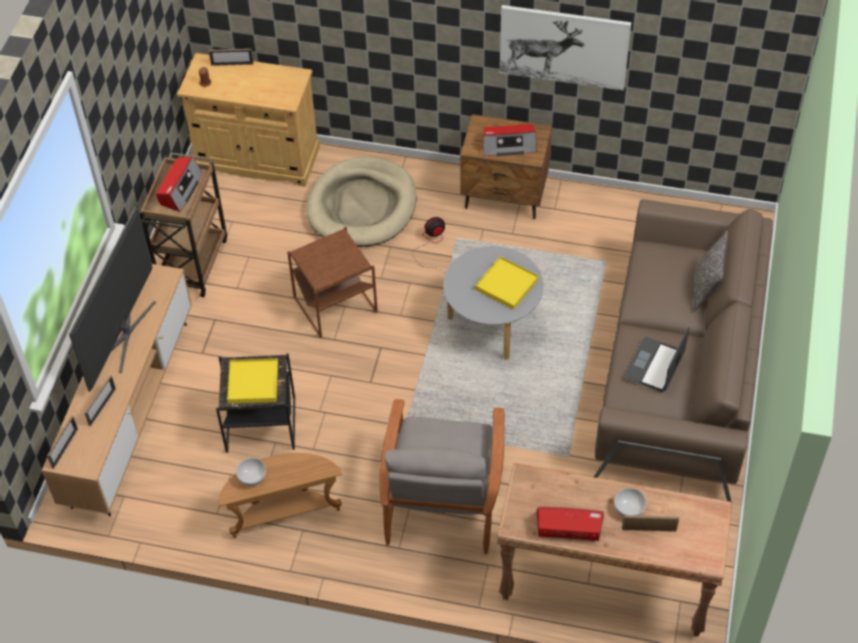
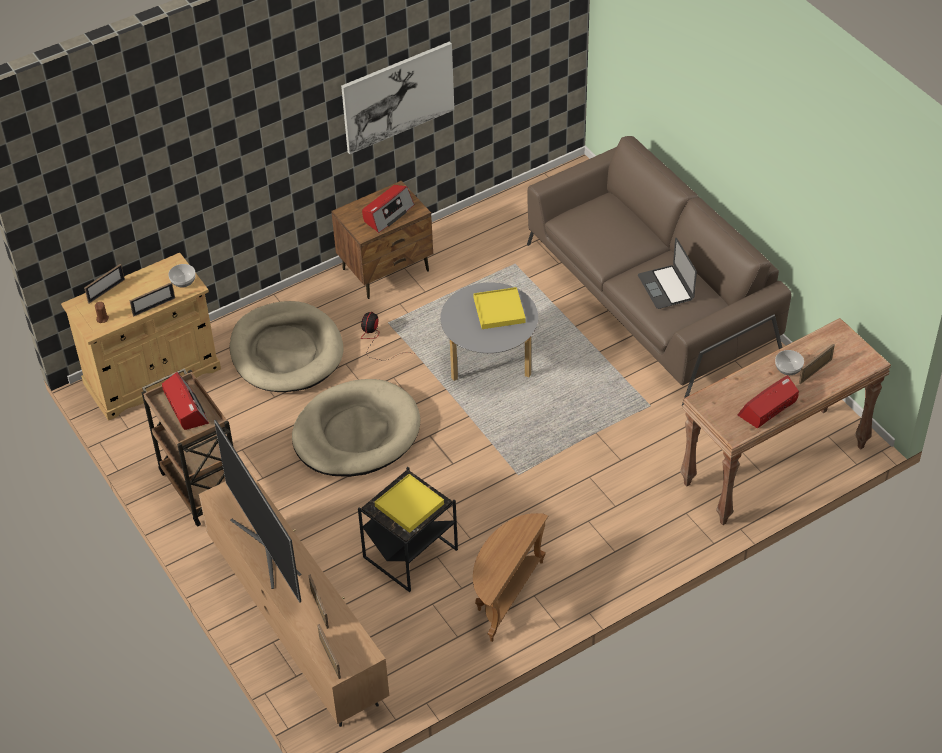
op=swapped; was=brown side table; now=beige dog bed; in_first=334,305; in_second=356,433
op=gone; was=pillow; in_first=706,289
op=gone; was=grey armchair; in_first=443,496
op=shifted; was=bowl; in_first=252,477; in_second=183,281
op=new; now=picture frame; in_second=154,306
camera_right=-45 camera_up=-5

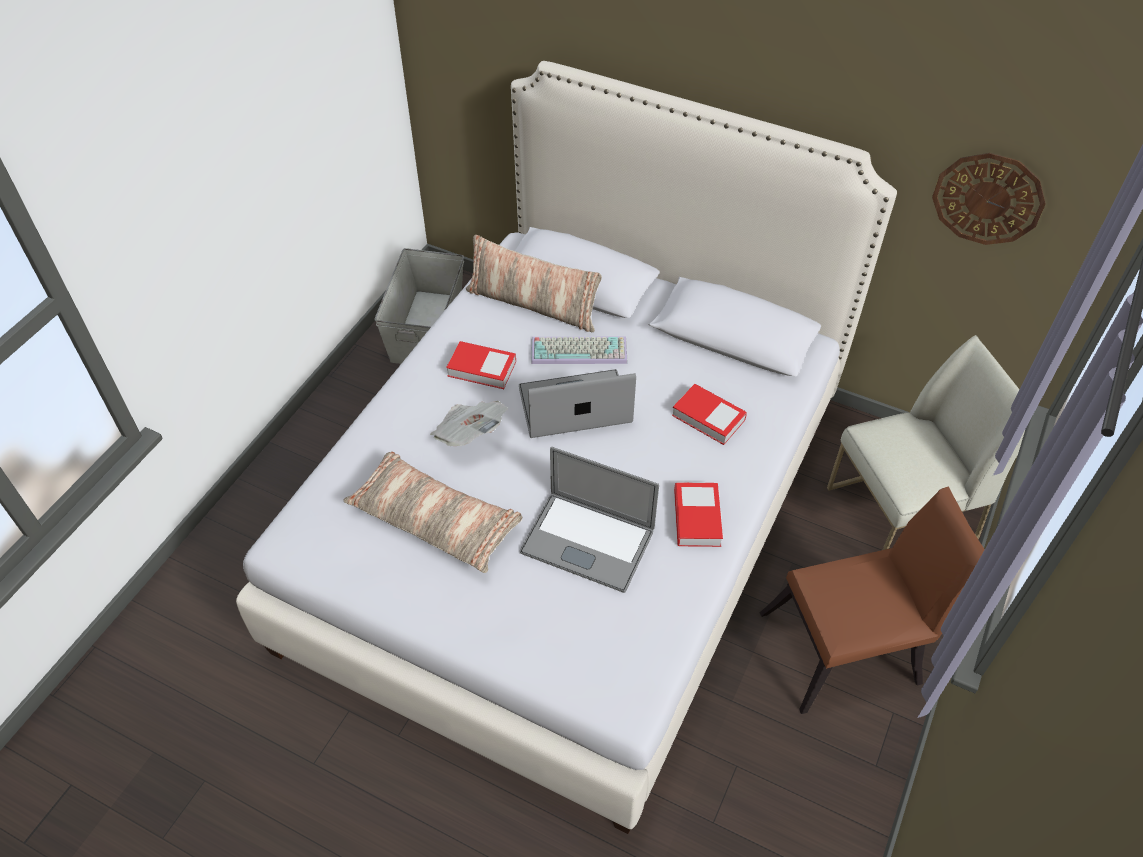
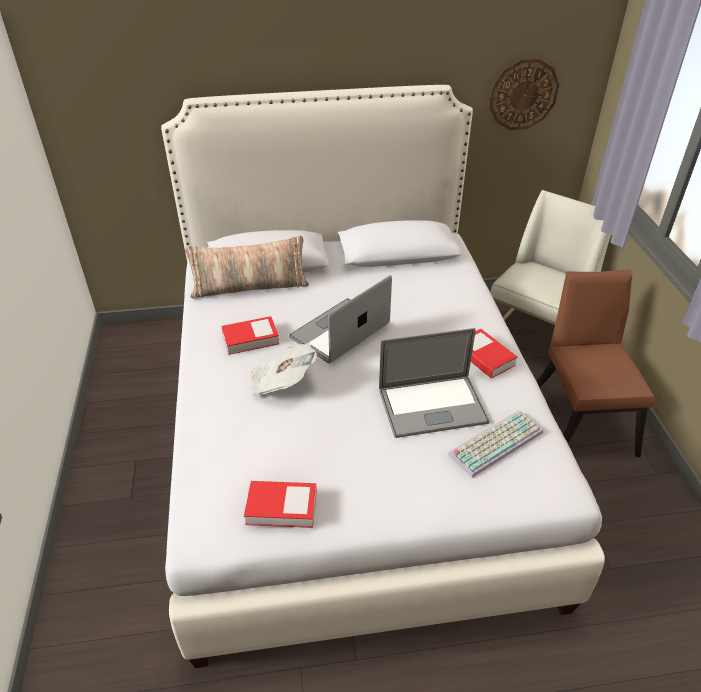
op=gone; was=grey storage box; in_first=427,328
op=shifted; was=keyboard; in_first=580,350; in_second=495,441
op=shifted; was=book; in_first=708,418; in_second=281,508
op=gone; was=pillow; in_first=435,520
op=rotated; was=brown chair; in_first=850,647; in_second=580,417; clockwise=-45
camera_right=-35 camera_up=-10

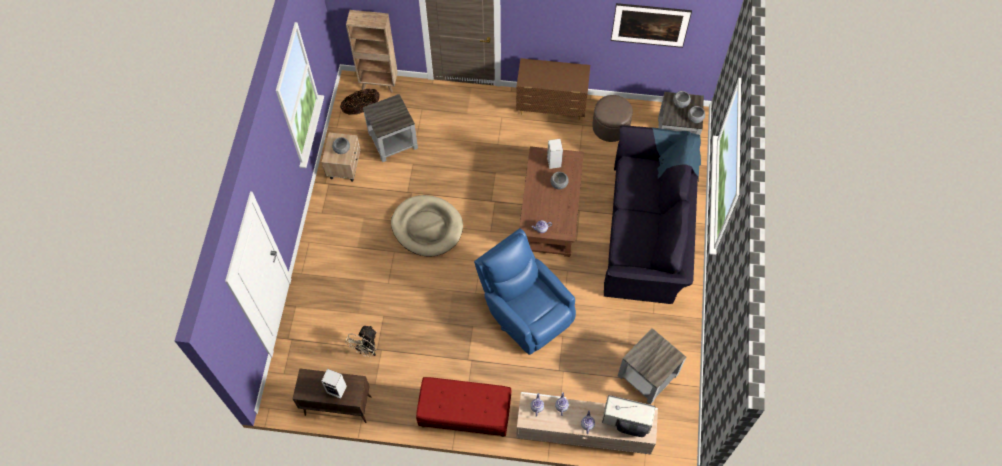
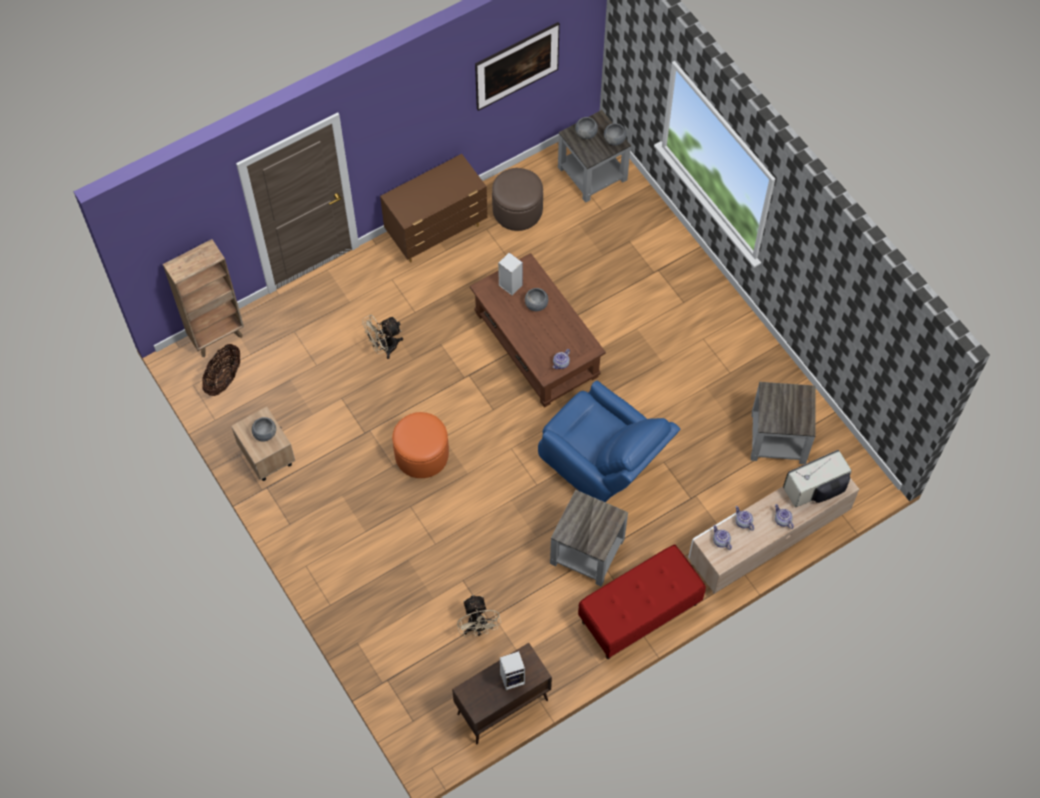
op=shifted; was=grey side table; in_first=392,141; in_second=587,552
op=gone; was=black sofa; in_first=649,228
op=swapped; was=beige dog bed; now=orange ottoman; in_first=427,227; in_second=422,454
op=rotated; was=blue armchair; in_first=525,310; in_second=603,463; clockwise=-150
op=new; now=beige fan; in_second=384,347
camera_right=-40 camera_up=0

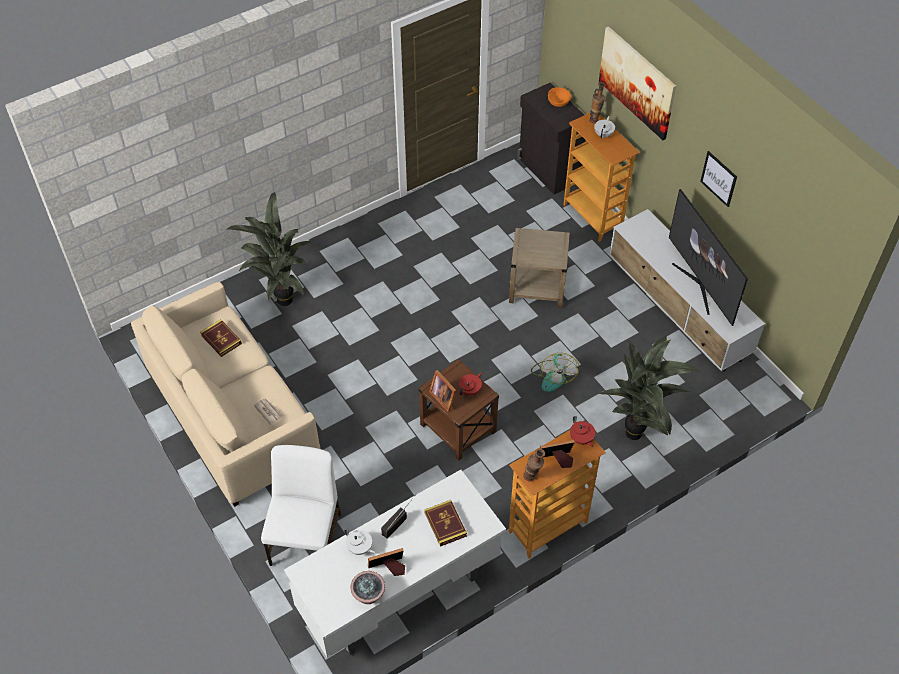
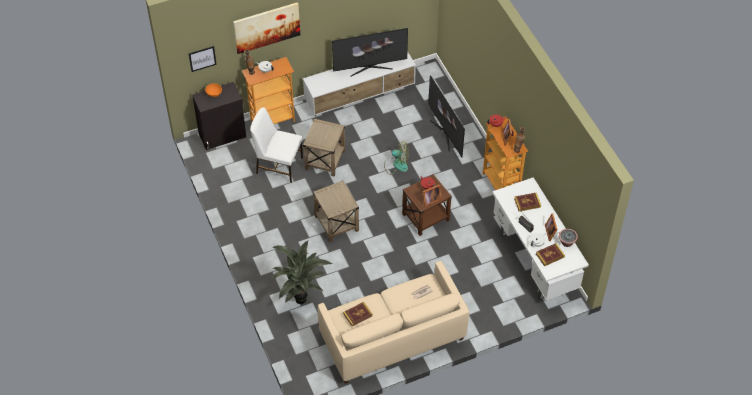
op=shifted; was=picture; in_first=718,178; in_second=202,58
op=swapped; was=potted plant; now=television; in_first=637,433; in_second=445,133
op=shifted; was=white chair; in_first=307,538; in_second=278,165
op=new; now=beige side table; in_second=336,223
op=new; now=book; in_second=550,255
camera_right=-80 camera_up=0

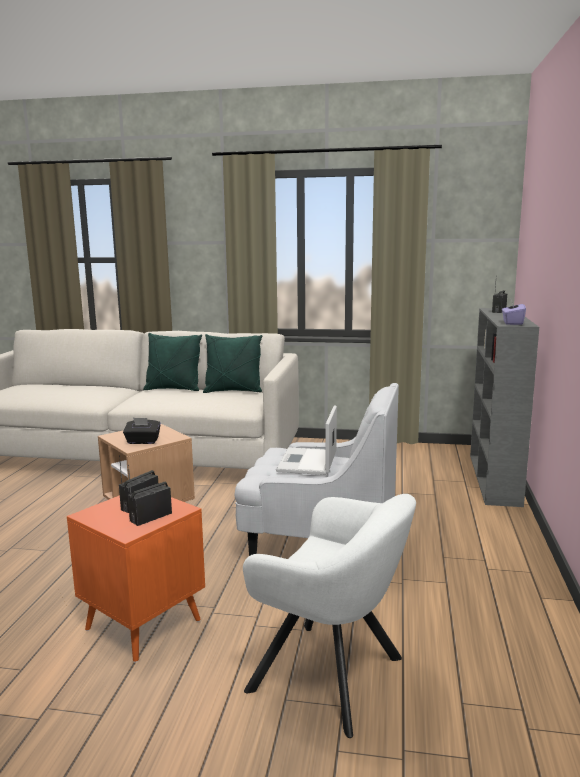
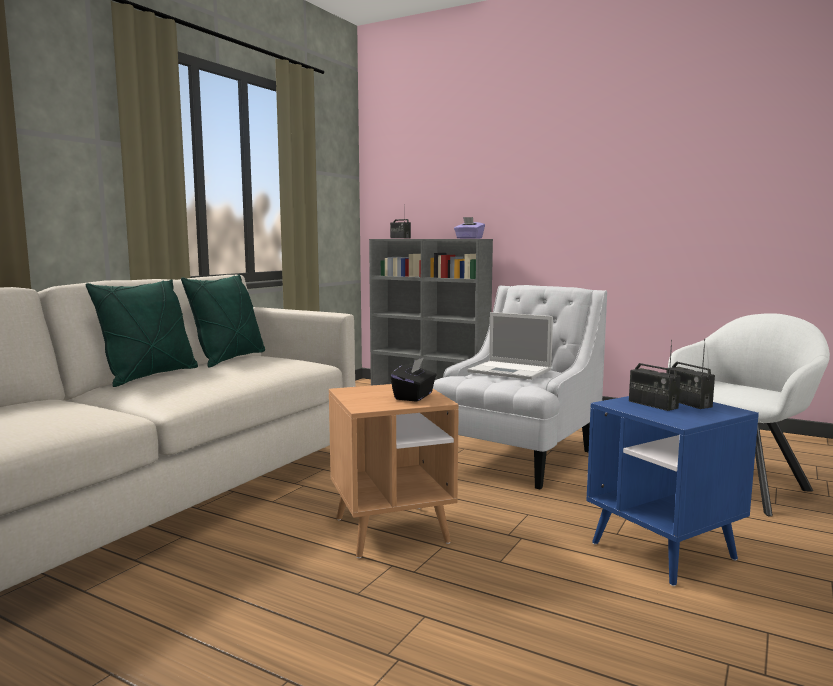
op=repainted; was=orange side table; now=blue side table; in_first=143,625; in_second=663,551
camera_right=-70 camera_up=-5

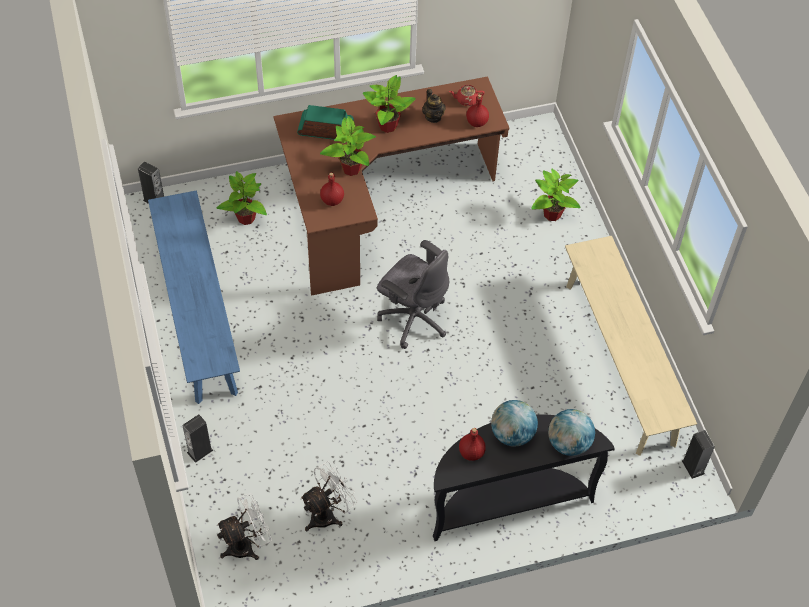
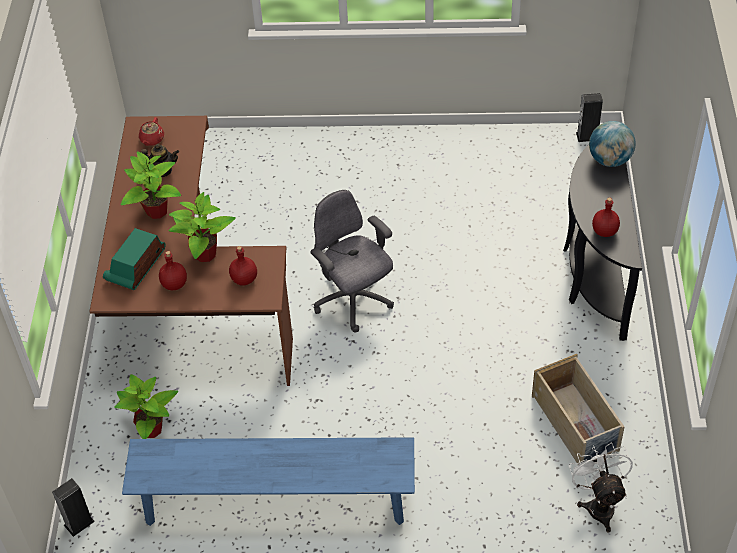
op=shifted; was=red bottle; in_first=477,123; in_second=175,284
op=gone; was=potted plant; in_first=551,214
op=gone; was=beige bench; in_first=619,362
op=rotated; was=grey office chair; in_first=413,318; in_second=353,301; clockwise=-90
op=gone; was=globe; in_first=512,434
op=gone; was=speaker; in_first=200,451
op=swapped; was=white fan; now=beige storage box; in_first=327,514; in_second=576,423
camera_right=-70 camera_up=-5

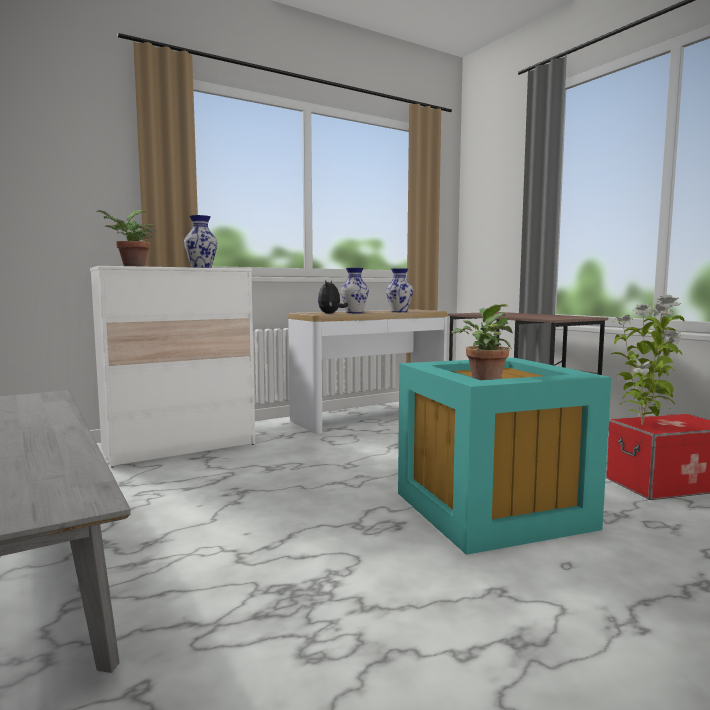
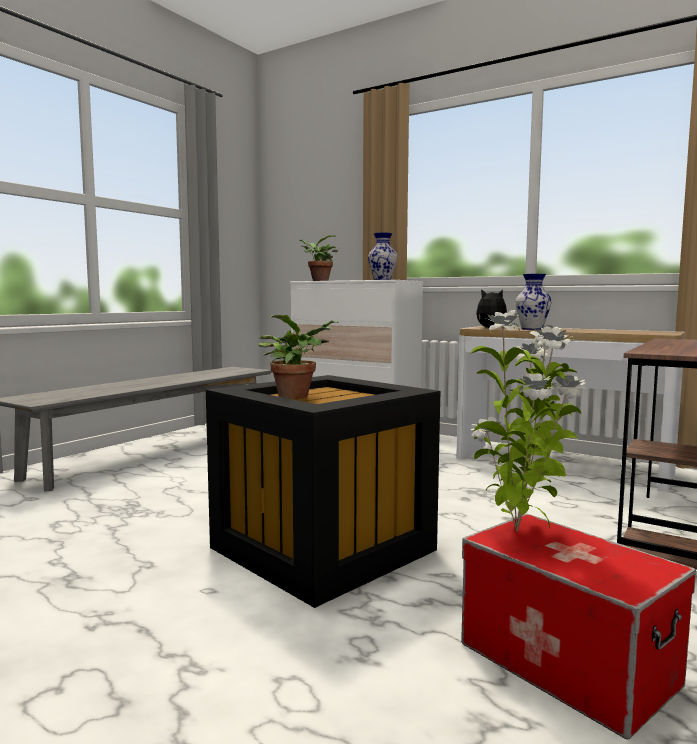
op=gone; was=vase; in_first=399,312
op=repainted; was=turquoise storage box; now=black storage box; in_first=492,509; in_second=326,549
camera_right=65 camera_up=0

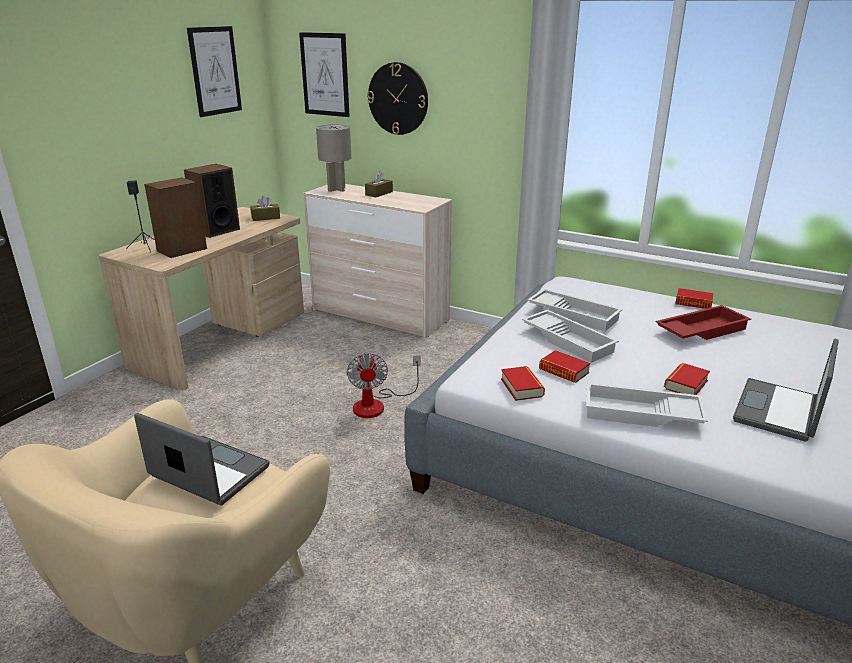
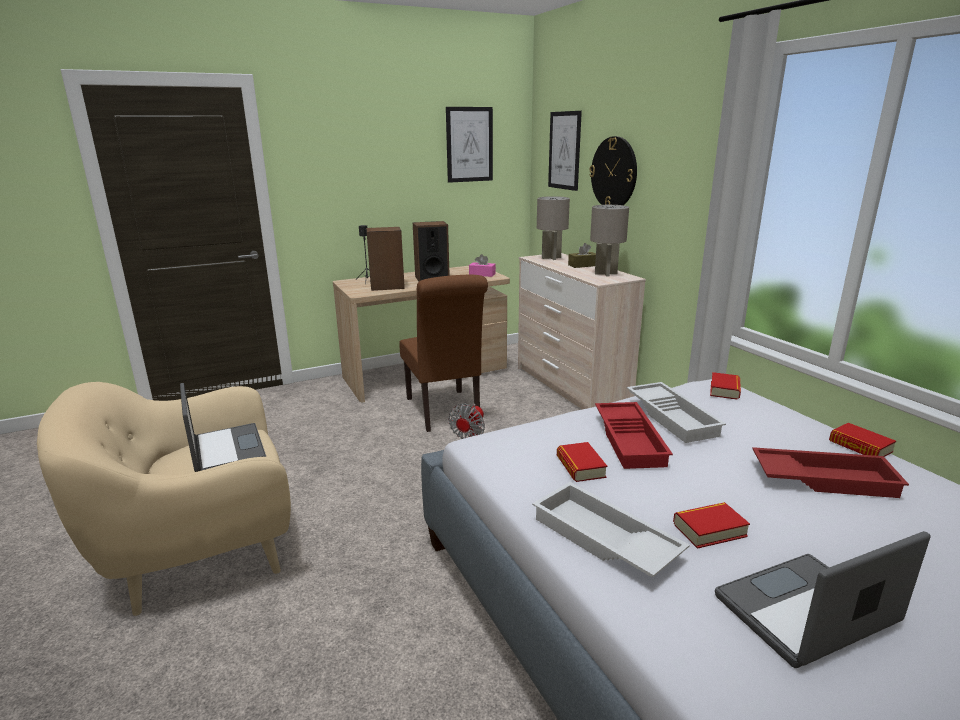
op=repainted; was=brown tissue box; now=pink tissue box; in_first=265,217; in_second=482,274
op=repainted; was=white tray; now=red tray; in_first=569,340; in_second=631,440
op=shifted; was=book; in_first=522,387; in_second=724,390
op=new; now=grey table lamp; in_second=606,273
op=new; now=brown chair; in_second=445,412
camera_right=35 camera_up=-5

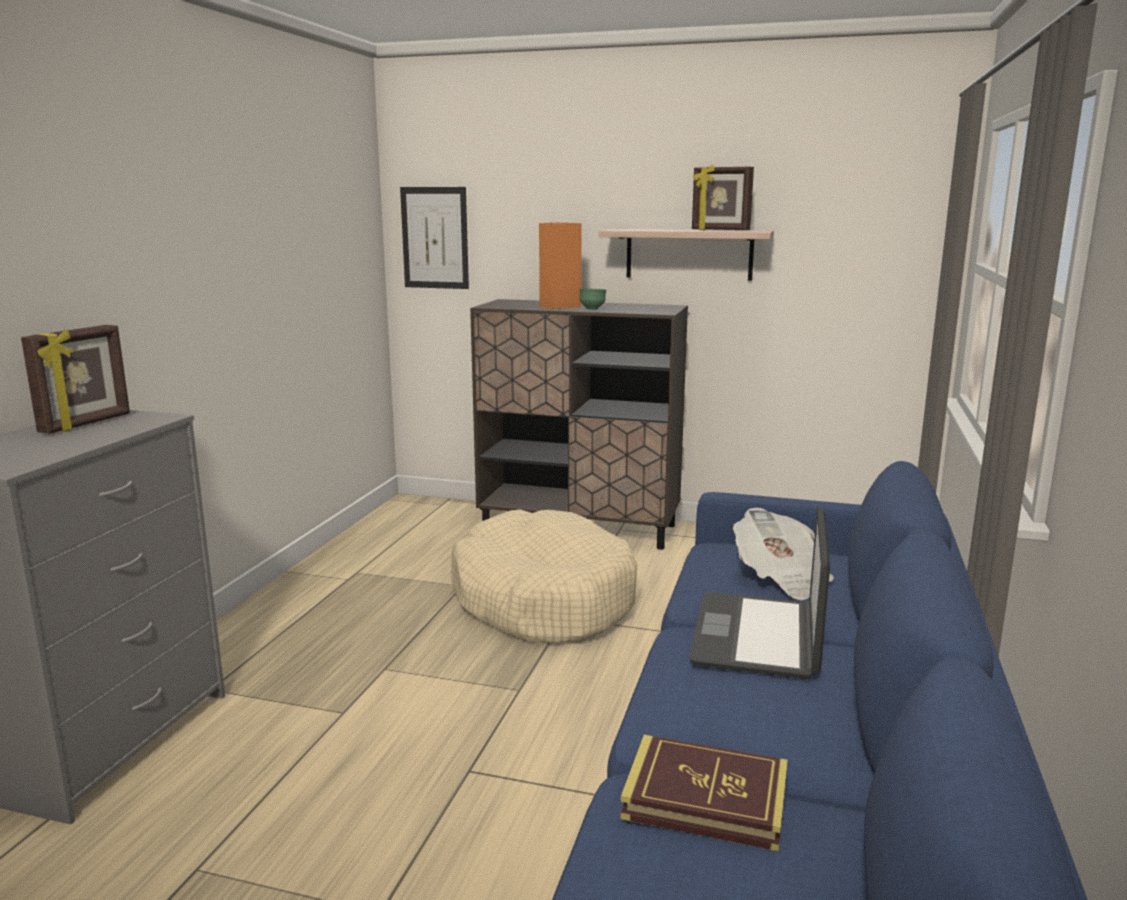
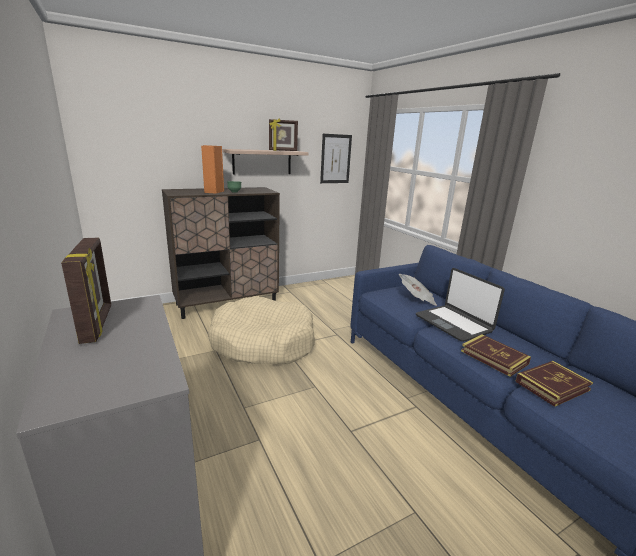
op=shifted; was=picture; in_first=435,238; in_second=335,159
op=new; now=book; in_second=494,357
camera_right=-45 camera_up=5

